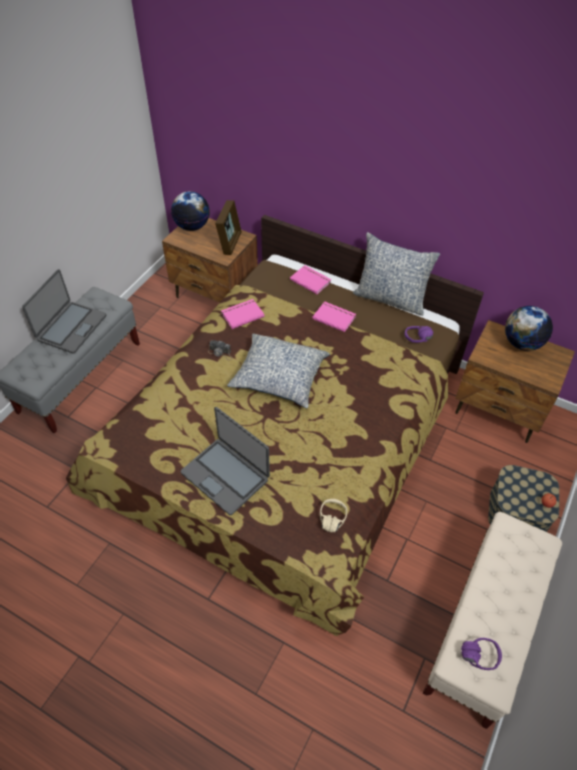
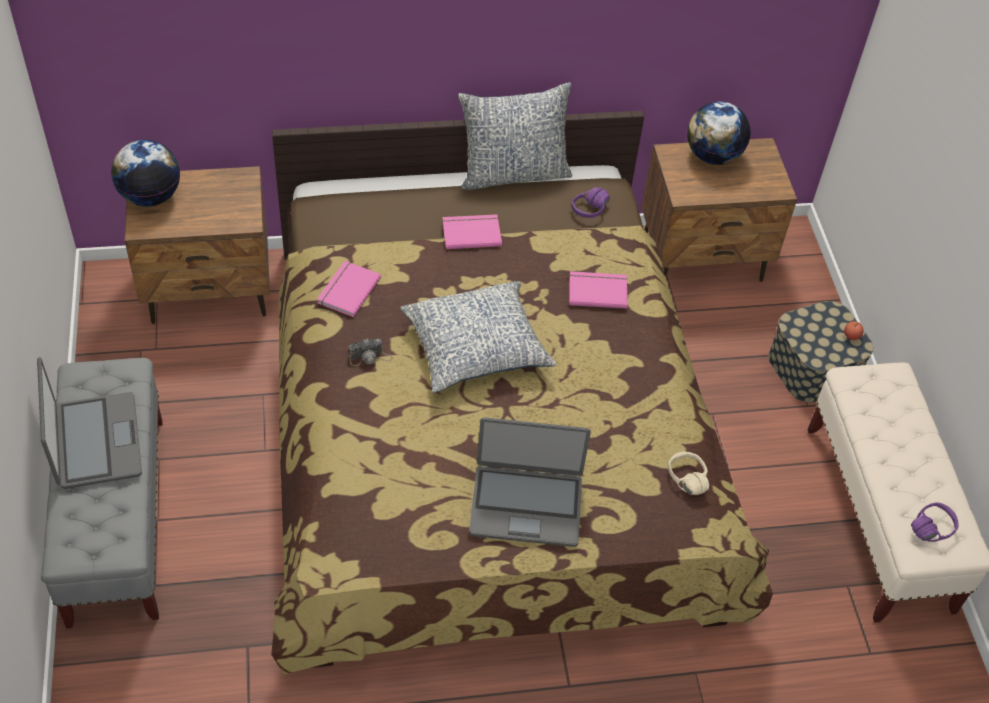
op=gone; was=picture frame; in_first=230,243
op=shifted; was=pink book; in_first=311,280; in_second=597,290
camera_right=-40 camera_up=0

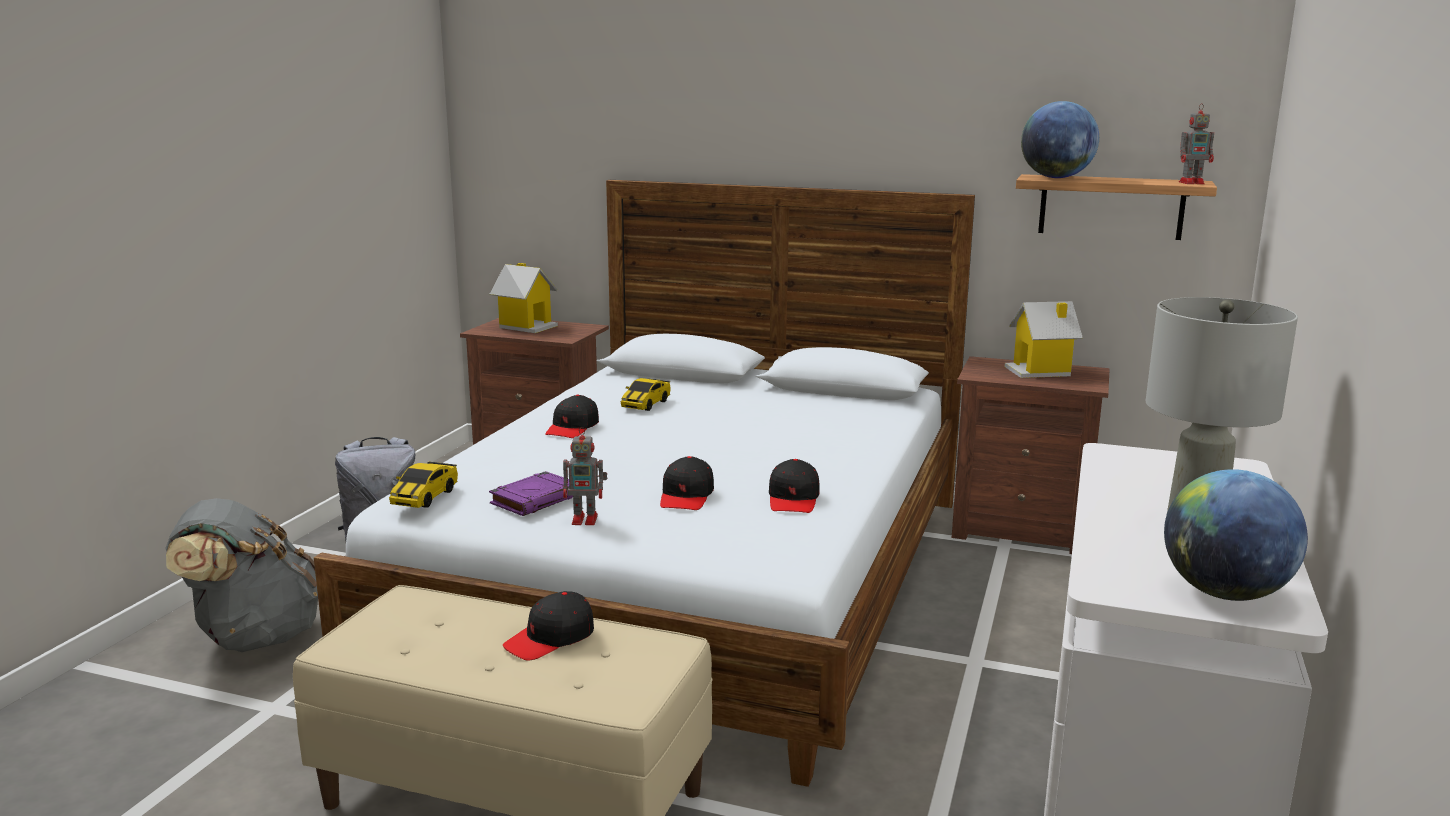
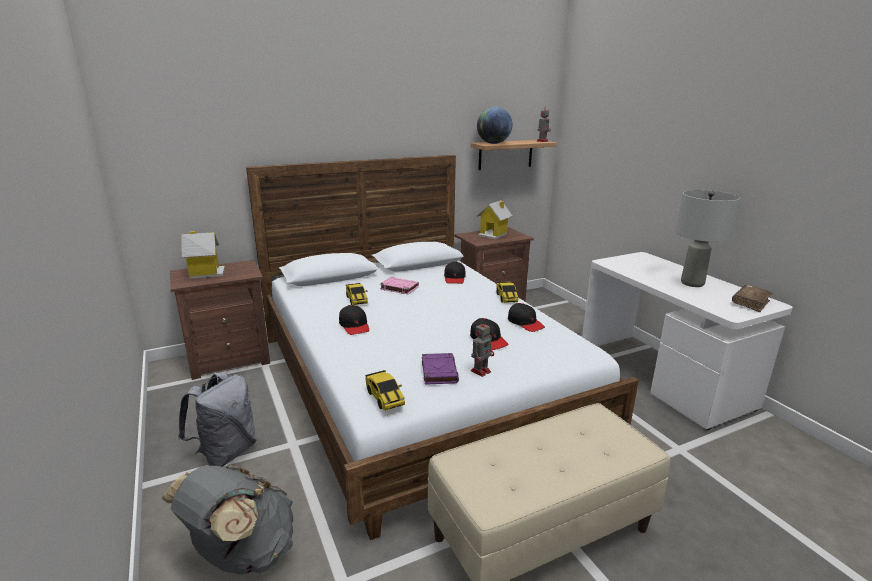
op=swapped; was=globe; now=brown book; in_first=1224,593; in_second=750,303
op=shifted; was=black cap; in_first=550,639; in_second=454,278
op=new; now=pink book; in_second=399,288
op=new; now=toy car; in_second=506,297
camera_right=-45 camera_up=5

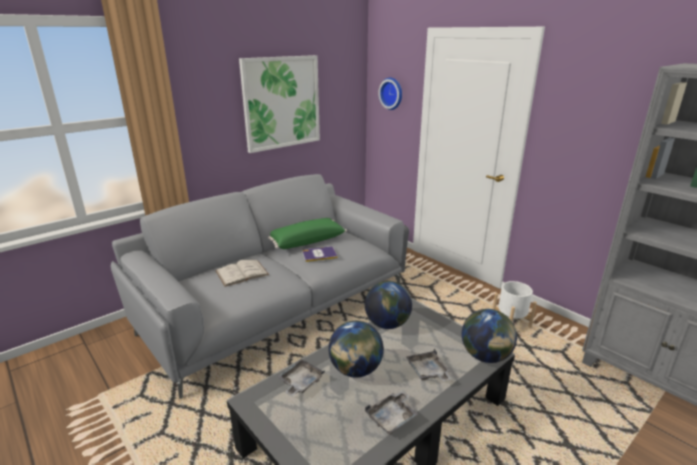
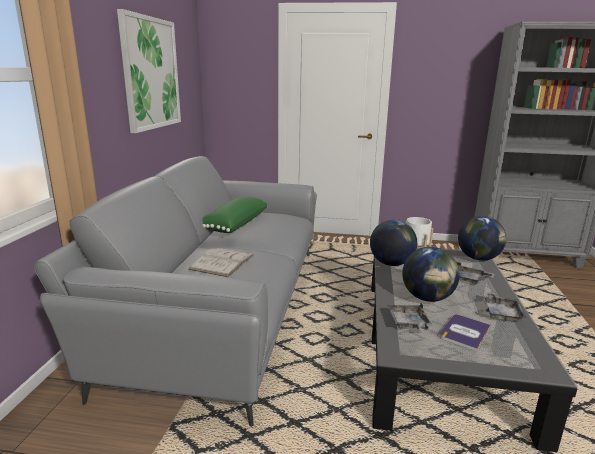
op=gone; was=wall clock; in_first=392,93
op=shifted; was=book; in_first=319,254; in_second=464,332
camera_right=-40 camera_up=-5

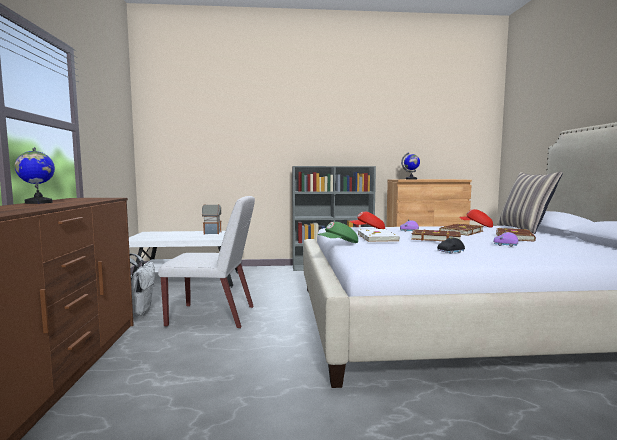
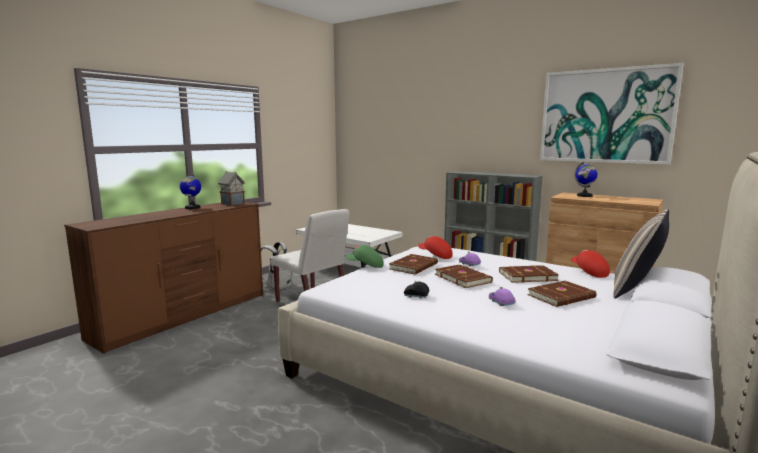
op=shifted; was=toy house; in_first=212,233; in_second=232,204
op=repainted; was=white book; now=brown book; in_first=378,238; in_second=414,266
op=new; now=picture; in_second=605,116
camera_right=40 camera_up=5

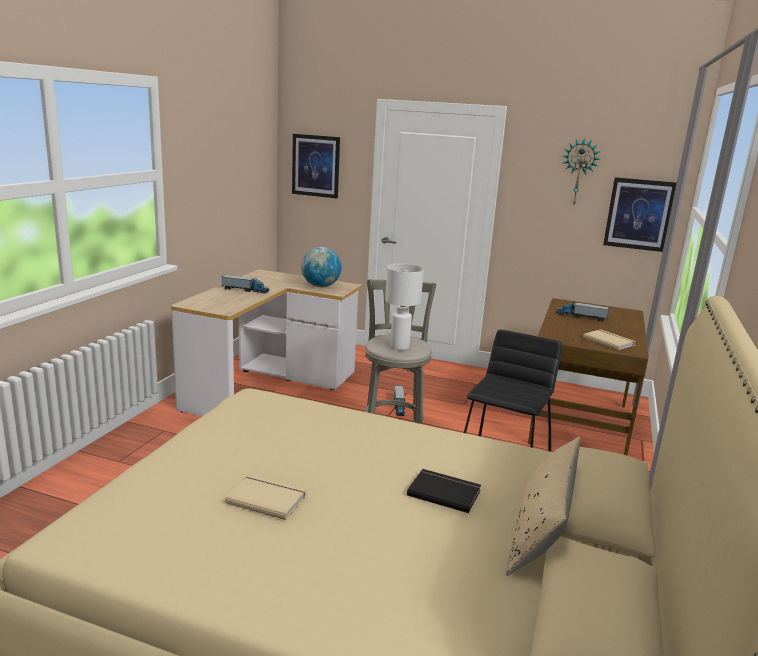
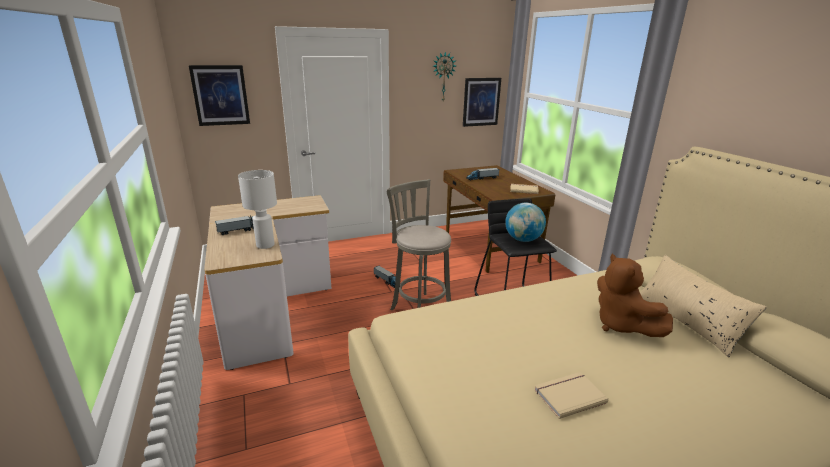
op=shifted; was=globe; in_first=320,286; in_second=523,240
op=shifted; was=white table lamp; in_first=399,347; in_second=265,245
op=swapped; was=black book; now=brown plush toy; in_first=444,492; in_second=621,325
camera_right=-40 camera_up=5

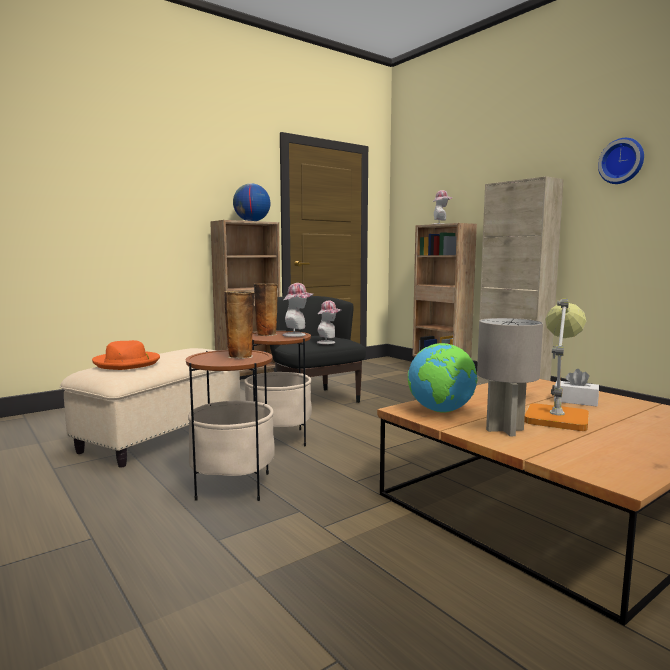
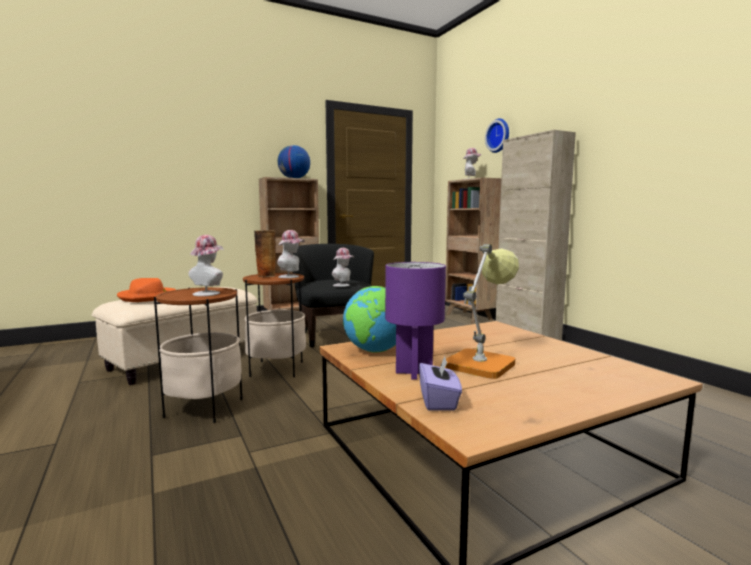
op=shifted; was=wall clock; in_first=622,161; in_second=499,136
op=swapped; was=vase; now=hat; in_first=241,356; in_second=209,293
op=repainted; was=grey table lamp; now=purple table lamp; in_first=505,430; in_second=414,372
op=gone; was=white tissue box; in_first=575,401
op=new; now=purple tissue box; in_second=439,401
camera_right=10 camera_up=0

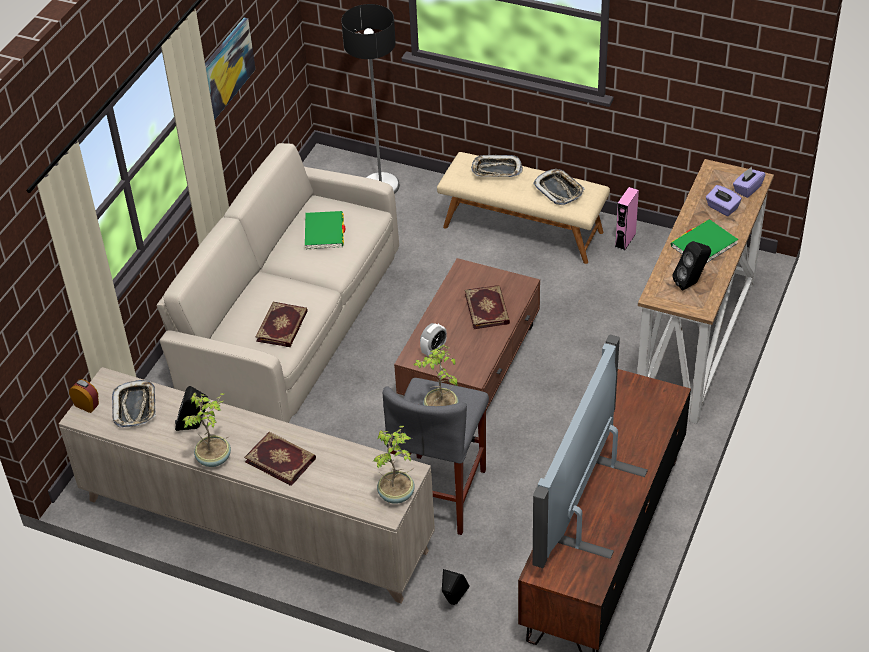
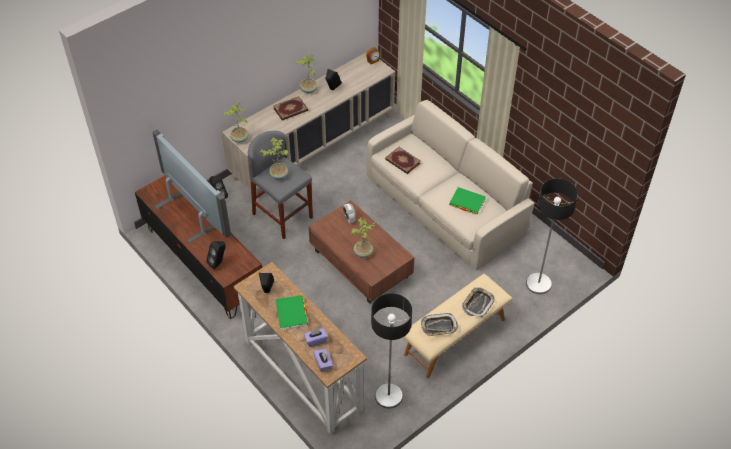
op=gone; was=picture; in_first=225,69
op=gone; was=pink speaker; in_first=625,240
op=swapped; was=book; now=potted plant; in_first=488,309; in_second=363,253
op=gone; was=tray; in_first=135,407
op=new; now=black speaker; in_second=218,263
op=new; now=floor lamp; in_second=388,396
camera_right=115 camera_up=5

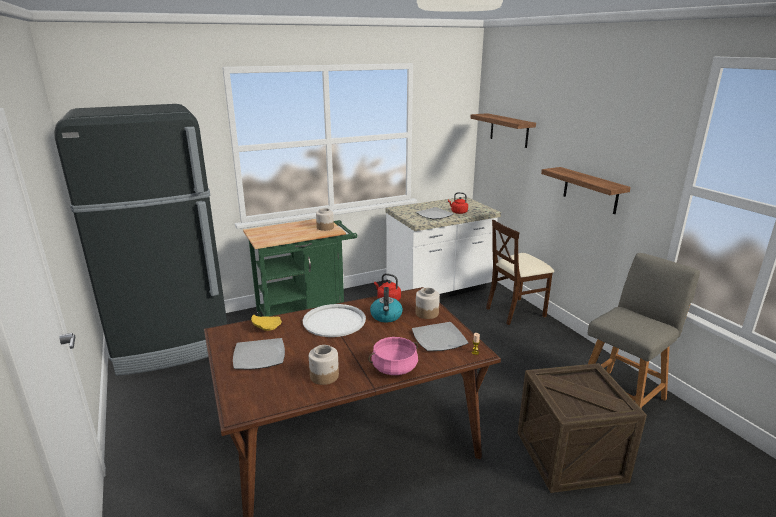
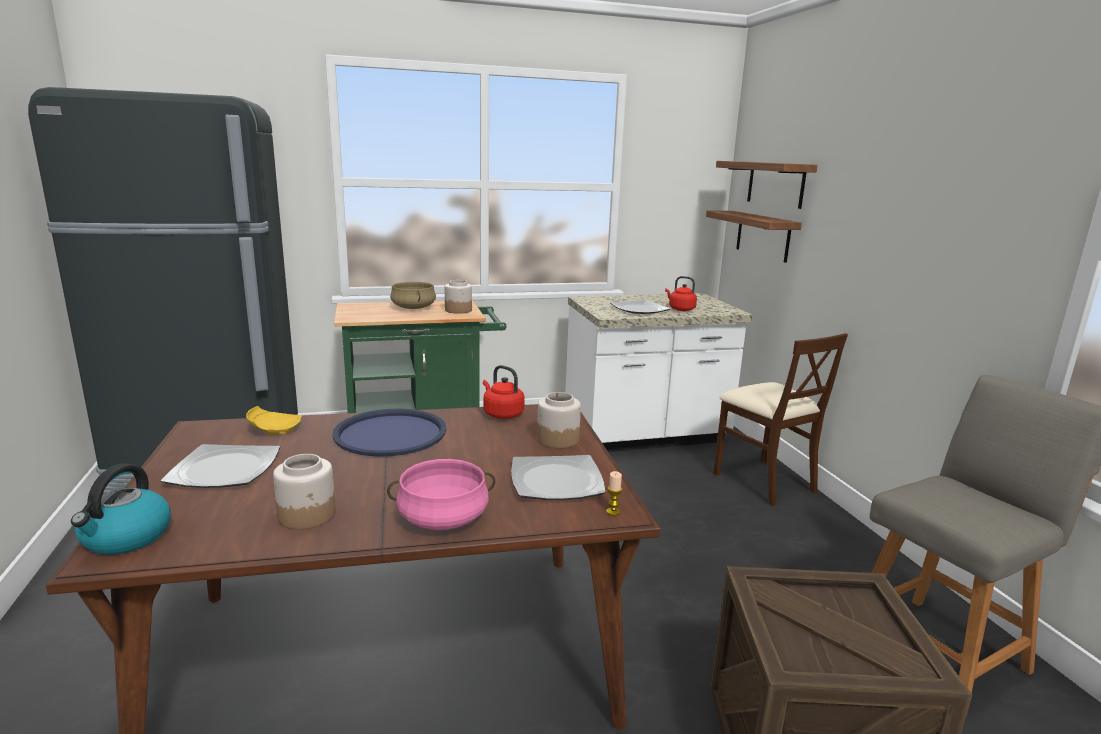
op=shifted; was=shelf; in_first=590,190; in_second=763,236
op=rotated; was=beige chair; in_first=515,311; in_second=764,481; clockwise=-105
op=shifted; was=kettle; in_first=386,316; in_second=126,538
op=repainted; was=white tray; now=blue tray; in_first=334,321; in_second=390,434
op=new; now=beige cooking pot; in_second=413,308
camera_right=10 camera_up=-5

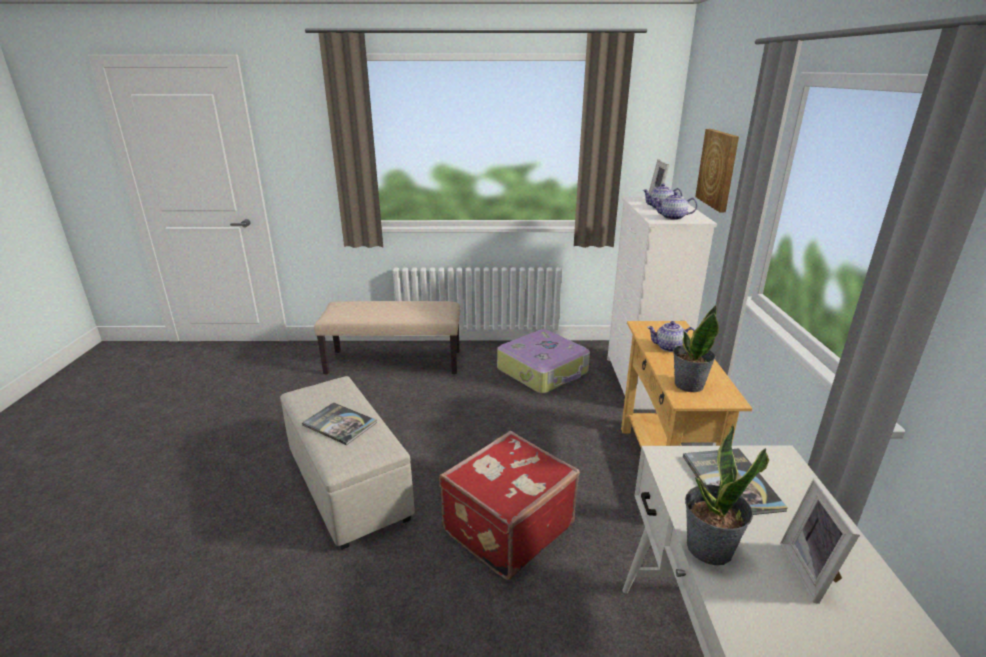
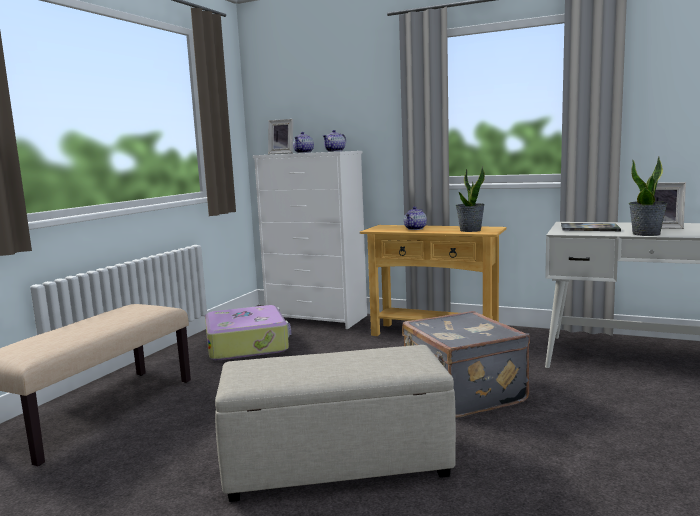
op=gone; was=picture; in_first=718,169
op=gone; was=book; in_first=339,424
op=repainted; was=red suitcase; now=grey suitcase; in_first=506,527; in_second=462,393
camera_right=-65 camera_up=-15

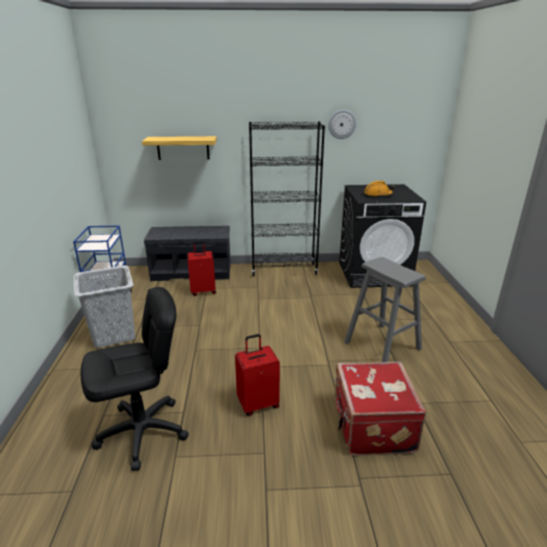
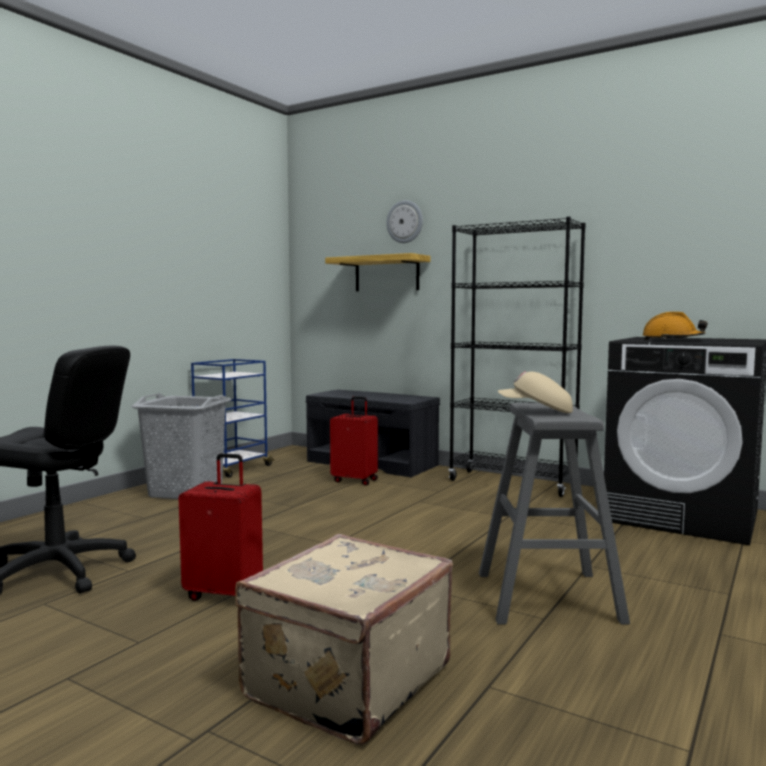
op=shifted; was=wall clock; in_first=342,124; in_second=405,222
op=repainted; was=red suitcase; now=beige suitcase; in_first=371,426; in_second=344,680
op=new; now=beige cap; in_second=536,411
camera_right=35 camera_up=-20

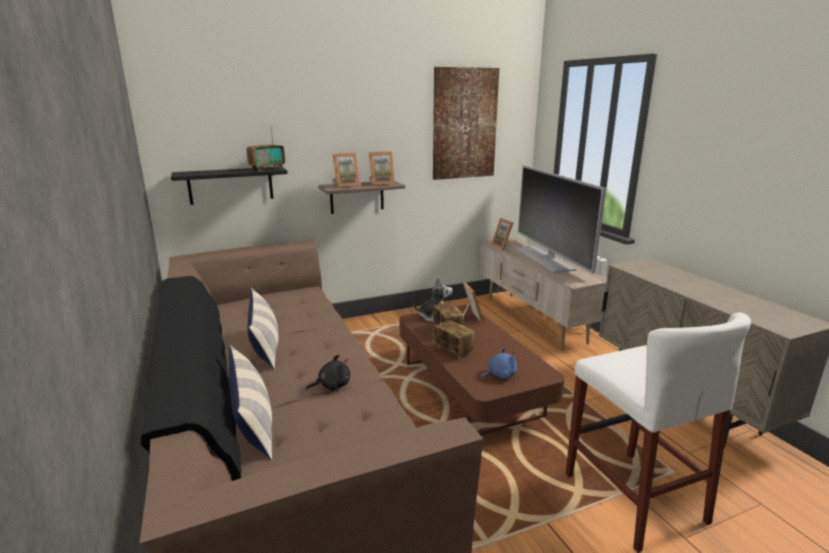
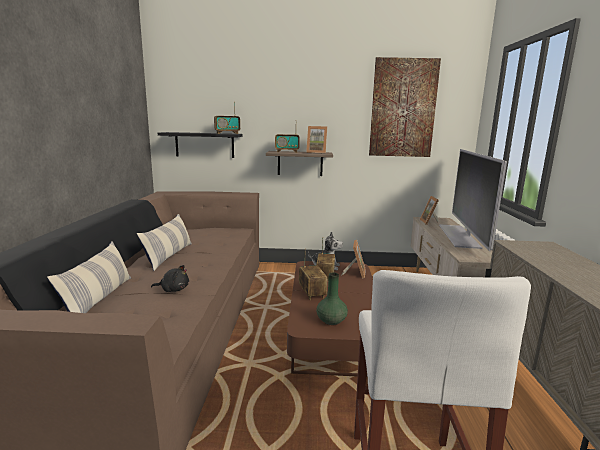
op=swapped; was=picture frame; now=radio; in_first=346,185; in_second=287,152
op=swapped; was=blue plush toy; now=green vase; in_first=499,375; in_second=331,320
camera_right=25 camera_up=-5

